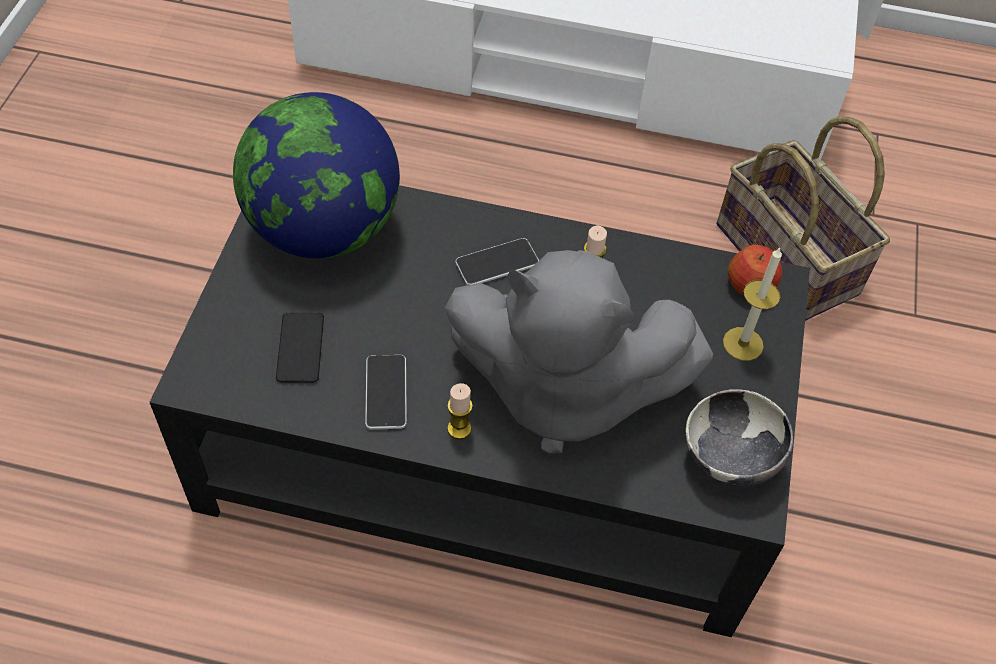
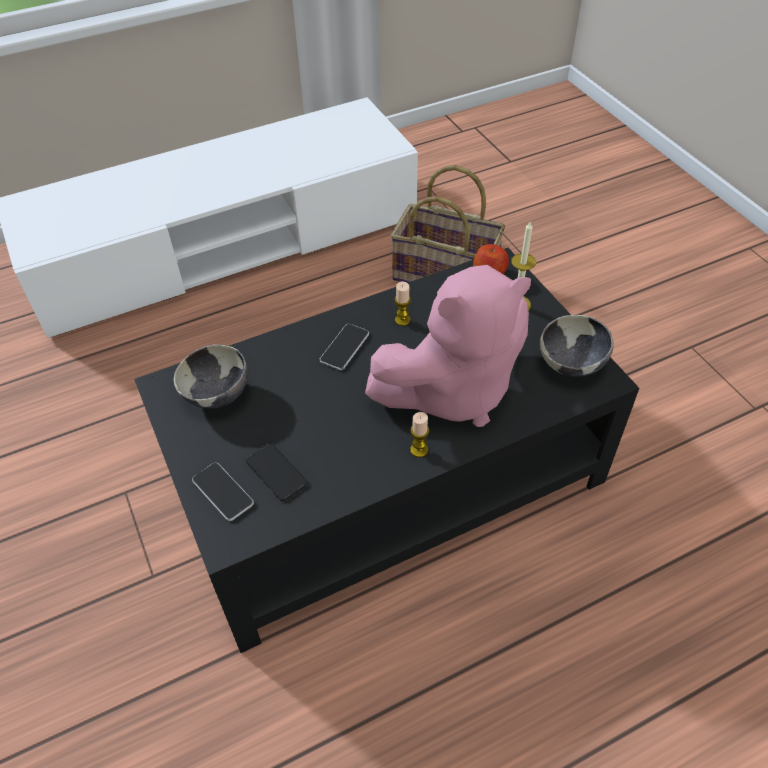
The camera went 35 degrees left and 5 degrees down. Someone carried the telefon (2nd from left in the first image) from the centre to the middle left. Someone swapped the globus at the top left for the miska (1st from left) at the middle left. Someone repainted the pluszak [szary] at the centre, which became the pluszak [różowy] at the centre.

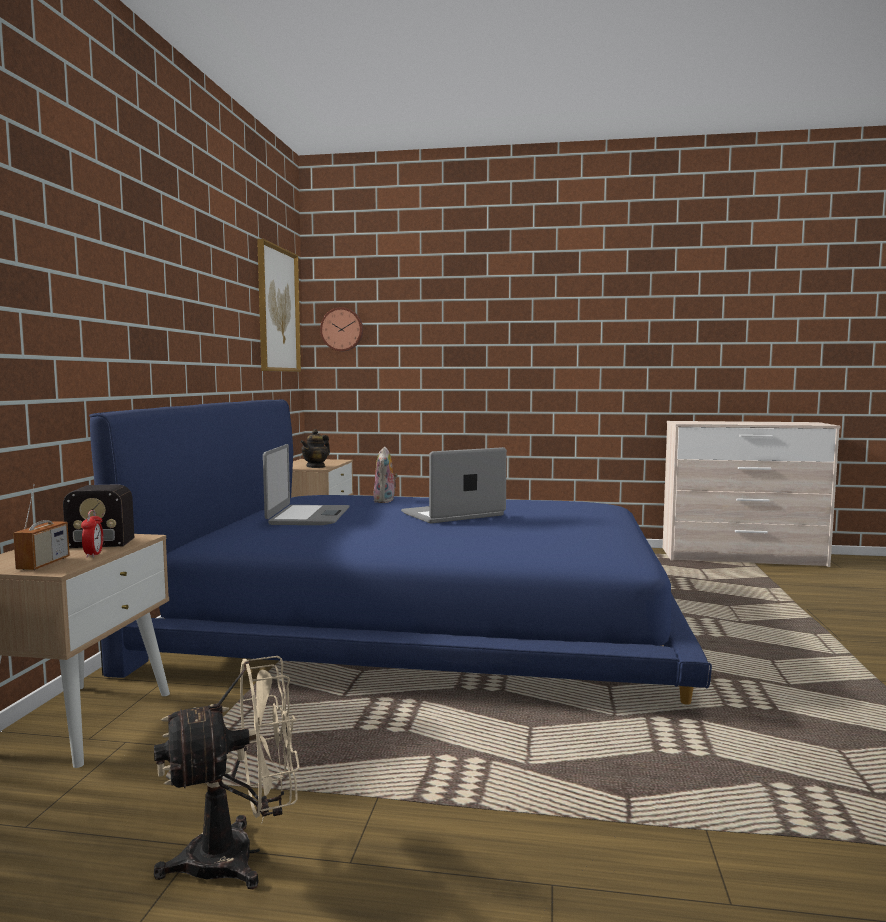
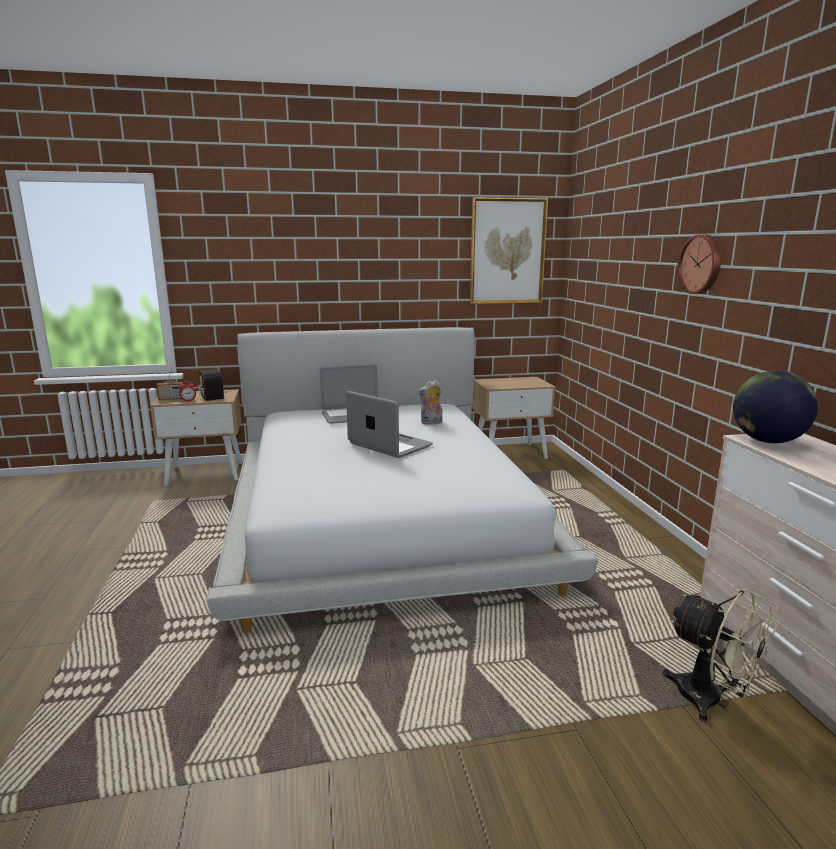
The camera went 70 degrees right and 10 degrees up. Someone took away the imbryk at the centre. Someone put down the globus at the middle right. Someone carried the wentylator [beżowy] from the bottom left to the bottom right. Someone carried the zegar ścienny from the centre to the top right. Someone repainted the łóżko [niebieski] at the centre, which became the łóżko [biały] at the centre.

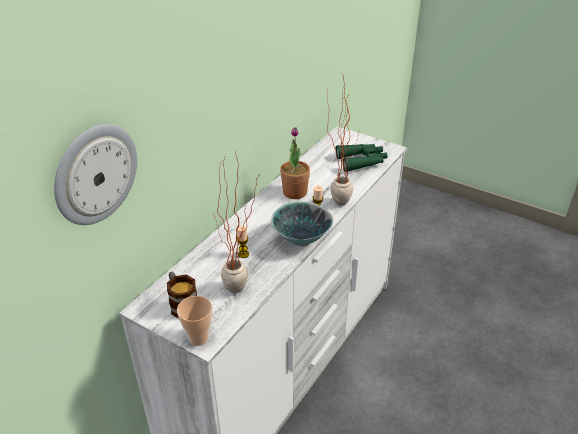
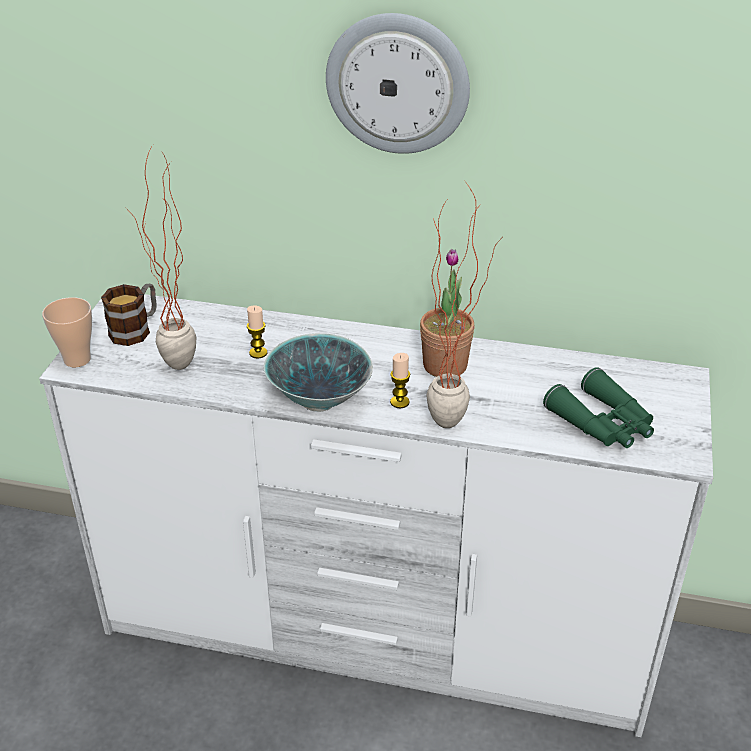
The camera went 70 degrees right and 0 degrees up. Someone carried the zegar ścienny from the middle left to the top centre.

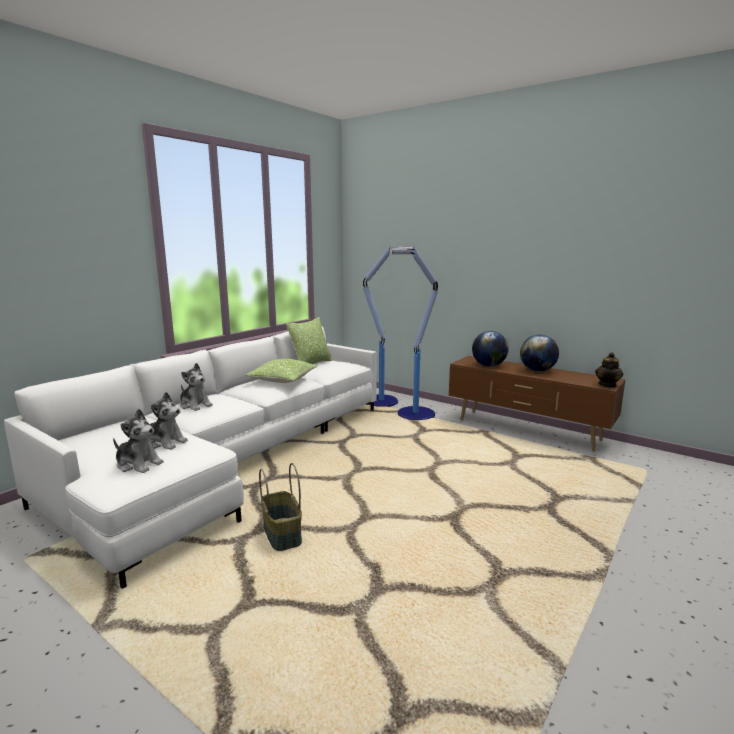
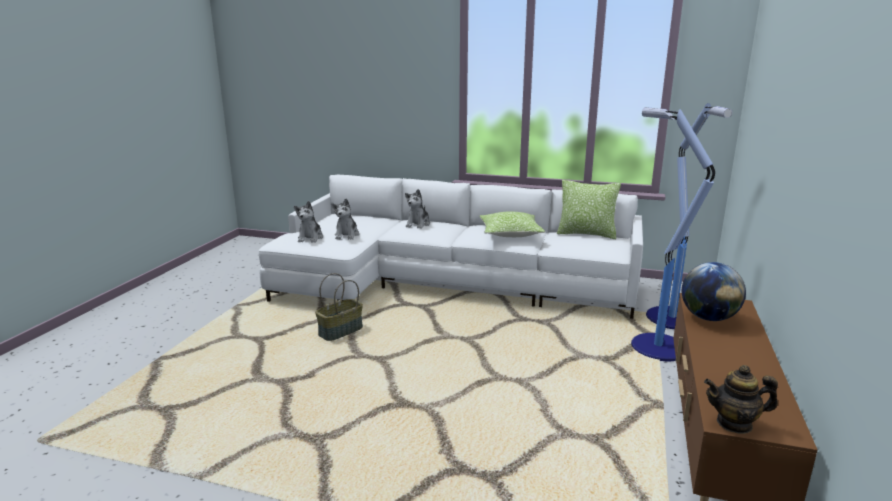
The camera went 70 degrees right and 5 degrees up. Someone took away the globus (2nd from left) at the middle right.

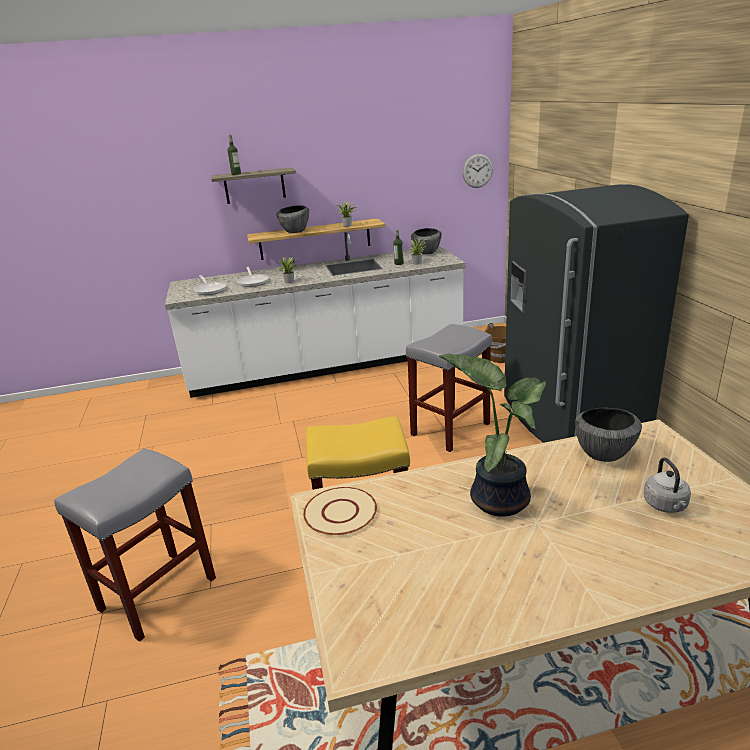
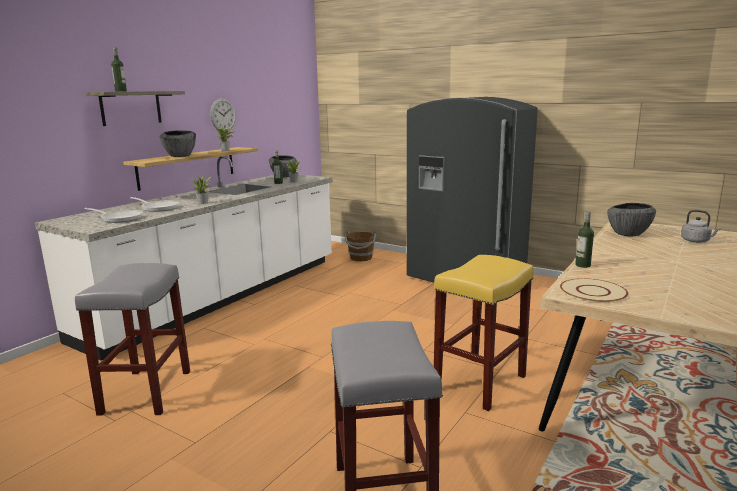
The camera went 45 degrees left and 10 degrees down. Someone took away the roślina doniczkowa (4th from left) at the centre. Someone put down the butelka (3rd from left) at the middle right. Someone carried the stołek [szary] (2nd from left in the first image) from the centre to the bottom left. Someone carried the zegar ścienny from the top centre to the top left.

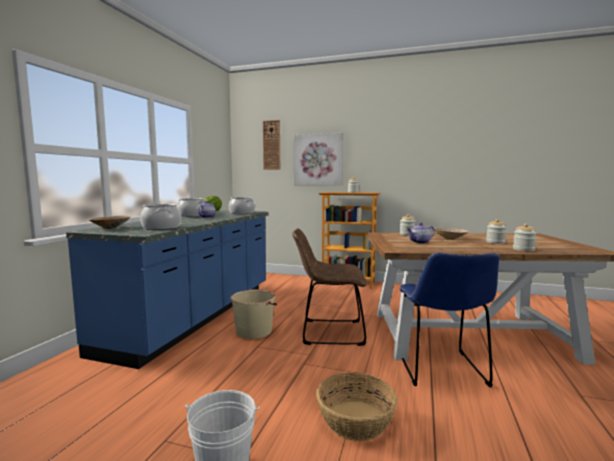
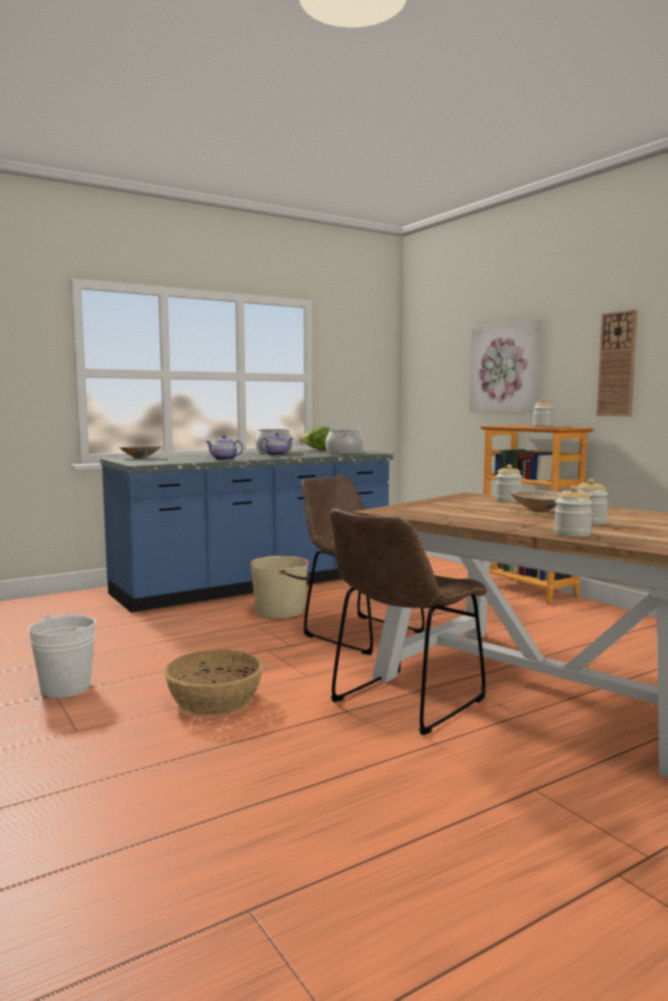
The camera went 40 degrees right and 0 degrees up. Someone took away the garnek (1st from left) at the middle left. Someone carried the zegar ścienny from the top centre to the middle right. Someone carried the imbryk (2nd from left in the first image) from the middle right to the centre. Someone repainted the krzesło [niebieski] at the bottom right, which became the krzesło [brązowy] (2nd from left) at the centre.

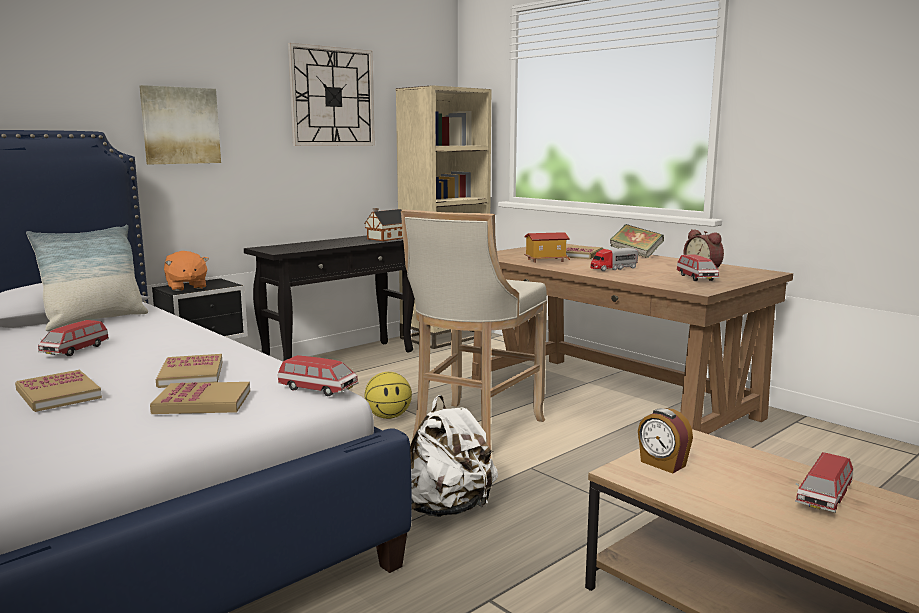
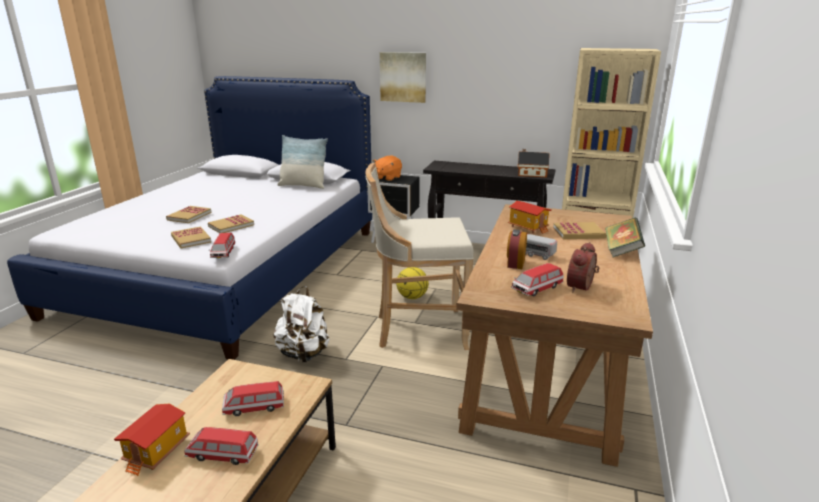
The camera went 60 degrees right and 10 degrees up. Someone took away the zegar ścienny at the top centre. Someone put down the domek (1st from left) at the bottom left. Someone carried the samochodzik (1st from left in the first image) from the middle left to the bottom left. Someone carried the budzik (1st from left) from the bottom right to the centre.

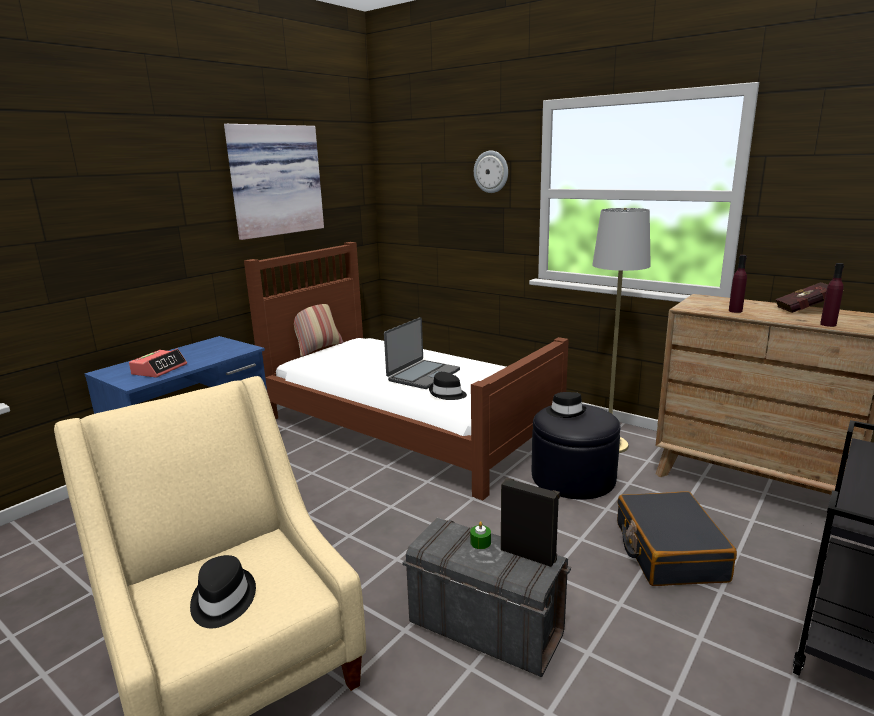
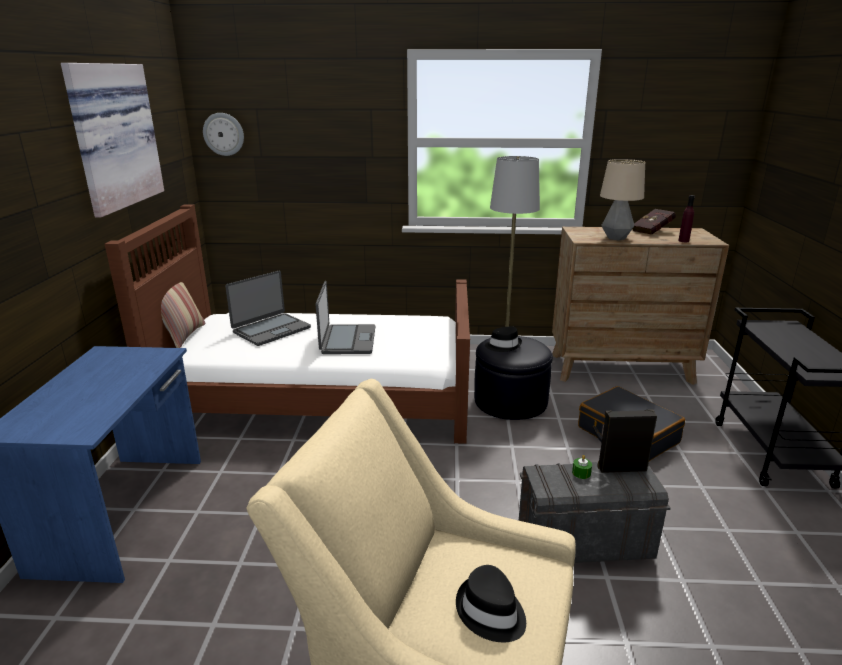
The camera went 35 degrees left and 5 degrees up. Someone took away the budzik at the middle left. Someone took away the kapelusz [czarny] (2nd from left) at the centre. Someone put down the laptop (1st from left) at the middle left. Someone carried the zegar ścienny from the top centre to the top left. Someone swapped the butelka [fioletowy] (1st from left) at the middle right for the lampa stołowa at the top right.

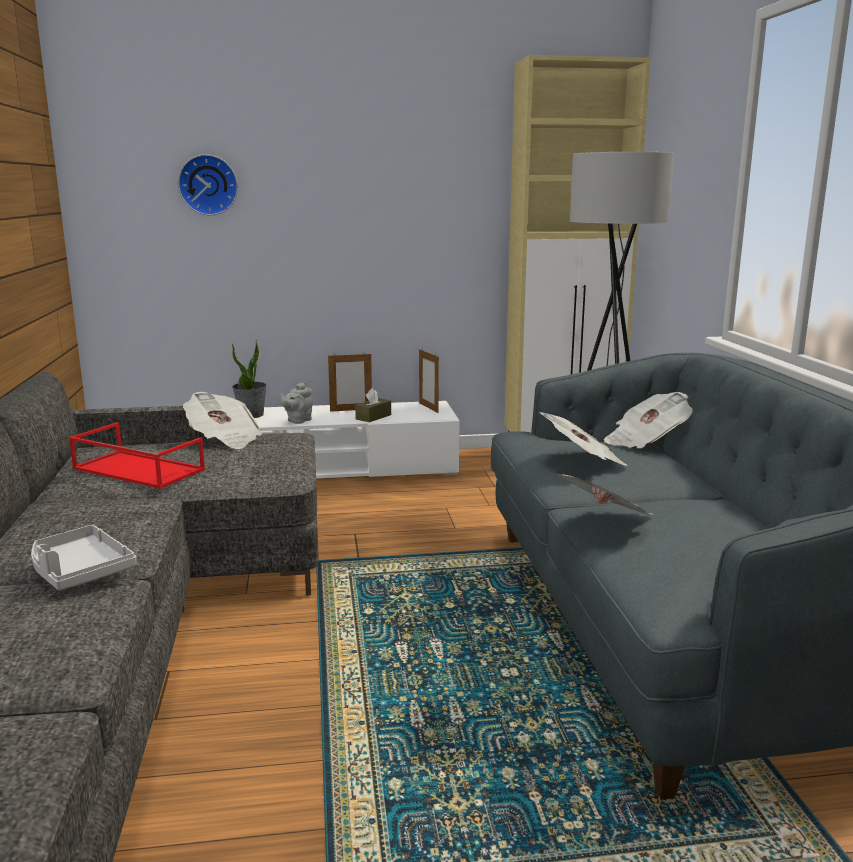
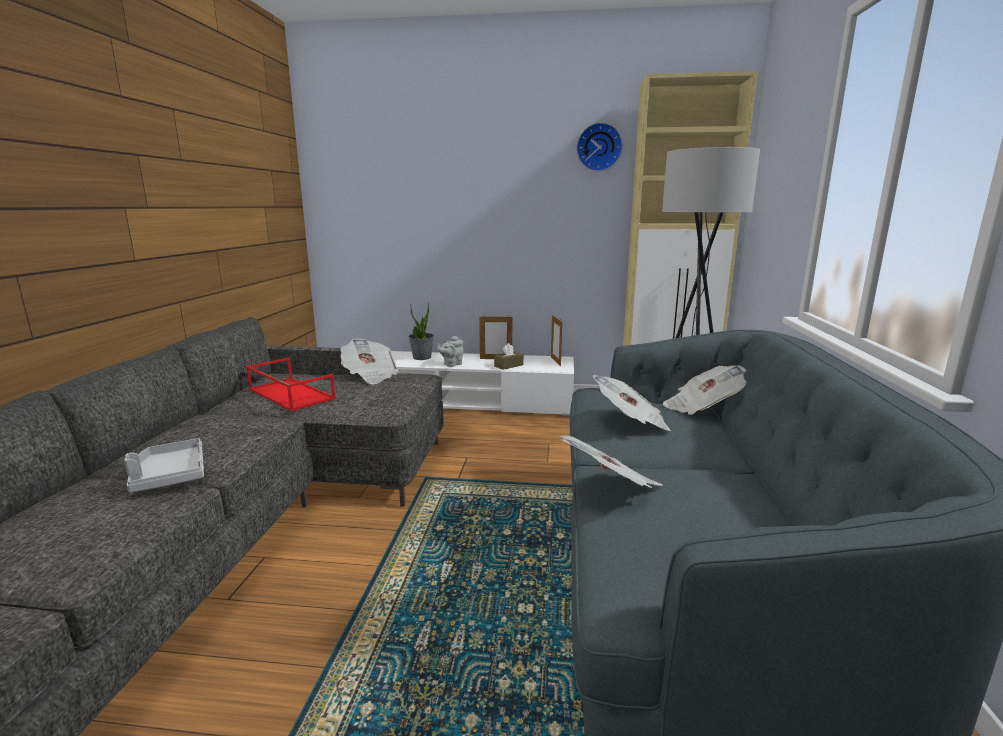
The camera went 15 degrees right and 0 degrees up. Someone carried the zegar ścienny from the top left to the top centre.

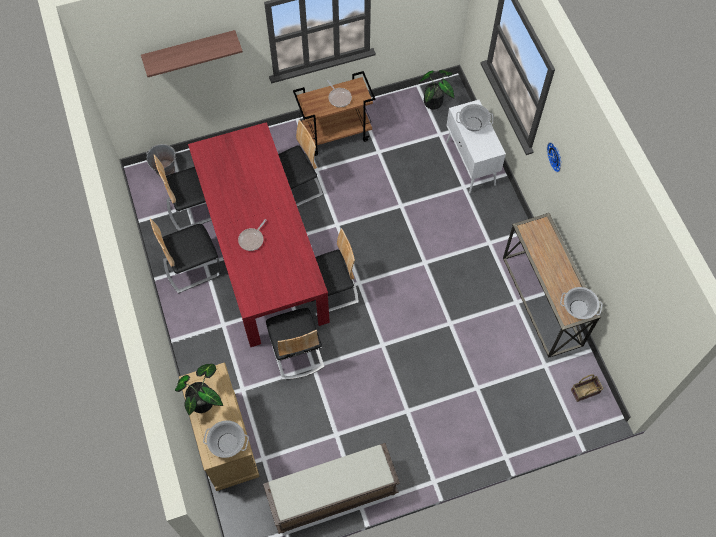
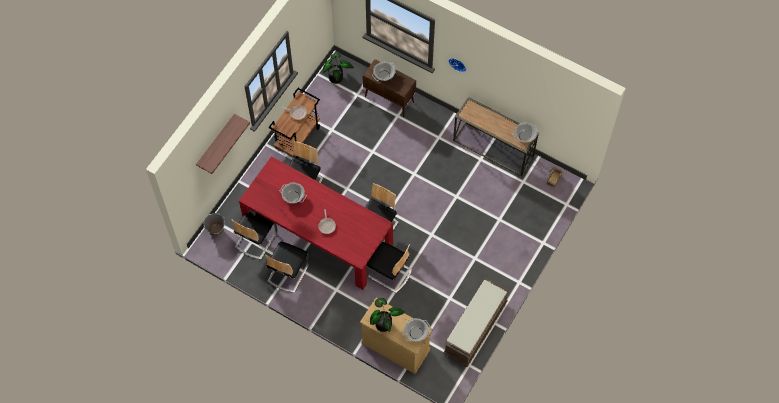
The camera went 40 degrees left and 0 degrees up. Someone put down the garnek (1st from left) at the centre. Someone repainted the szafka [biały] at the top centre, which became the szafka [brązowy] at the top centre.

